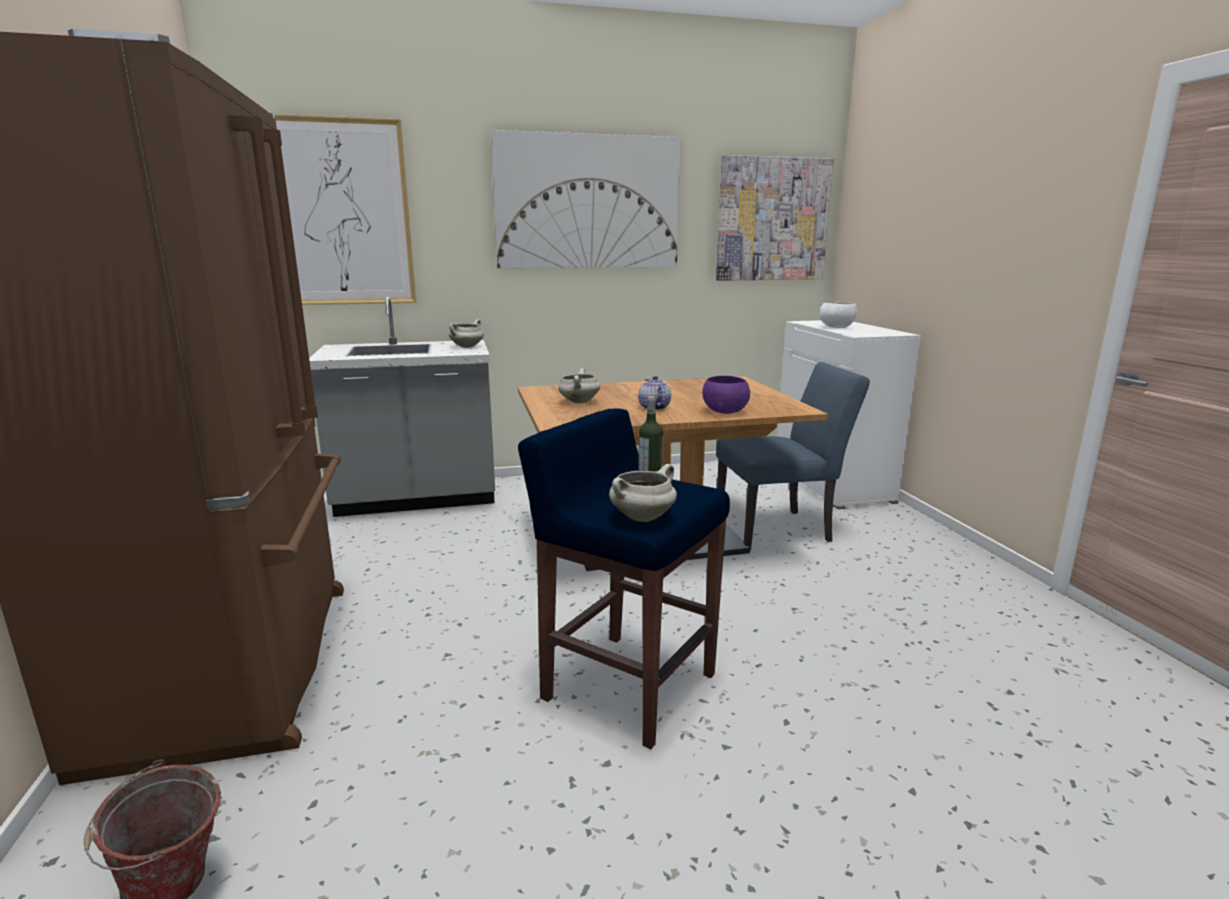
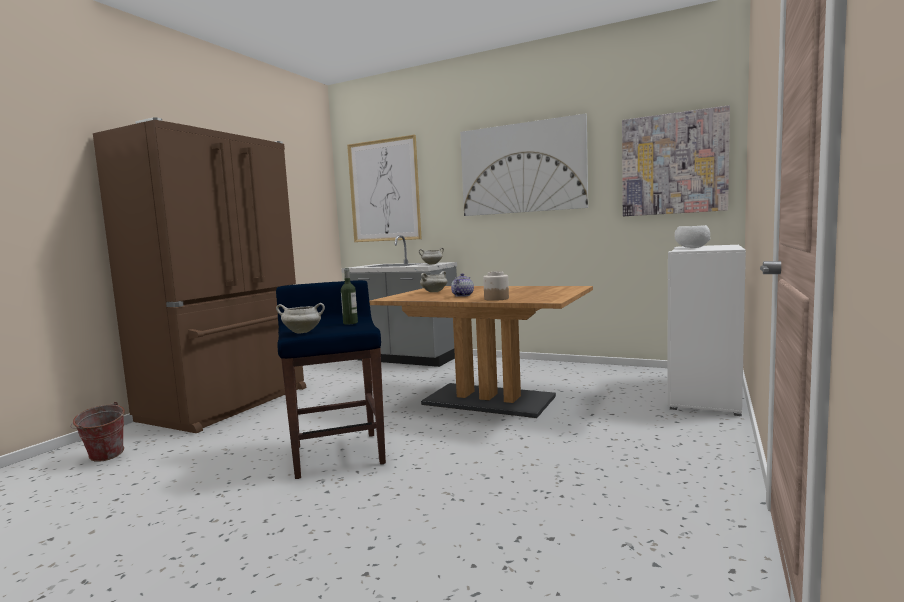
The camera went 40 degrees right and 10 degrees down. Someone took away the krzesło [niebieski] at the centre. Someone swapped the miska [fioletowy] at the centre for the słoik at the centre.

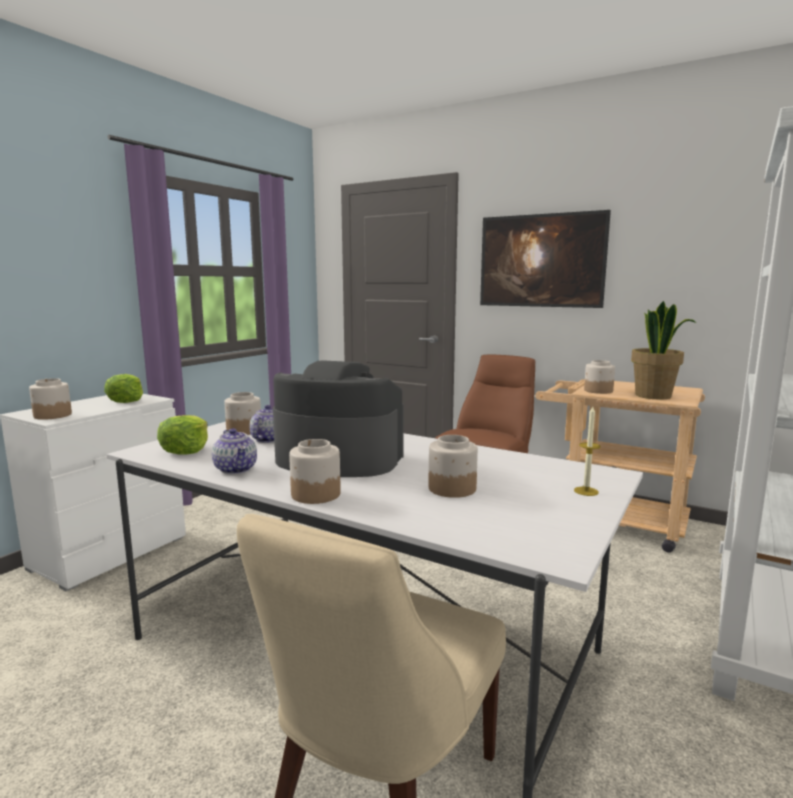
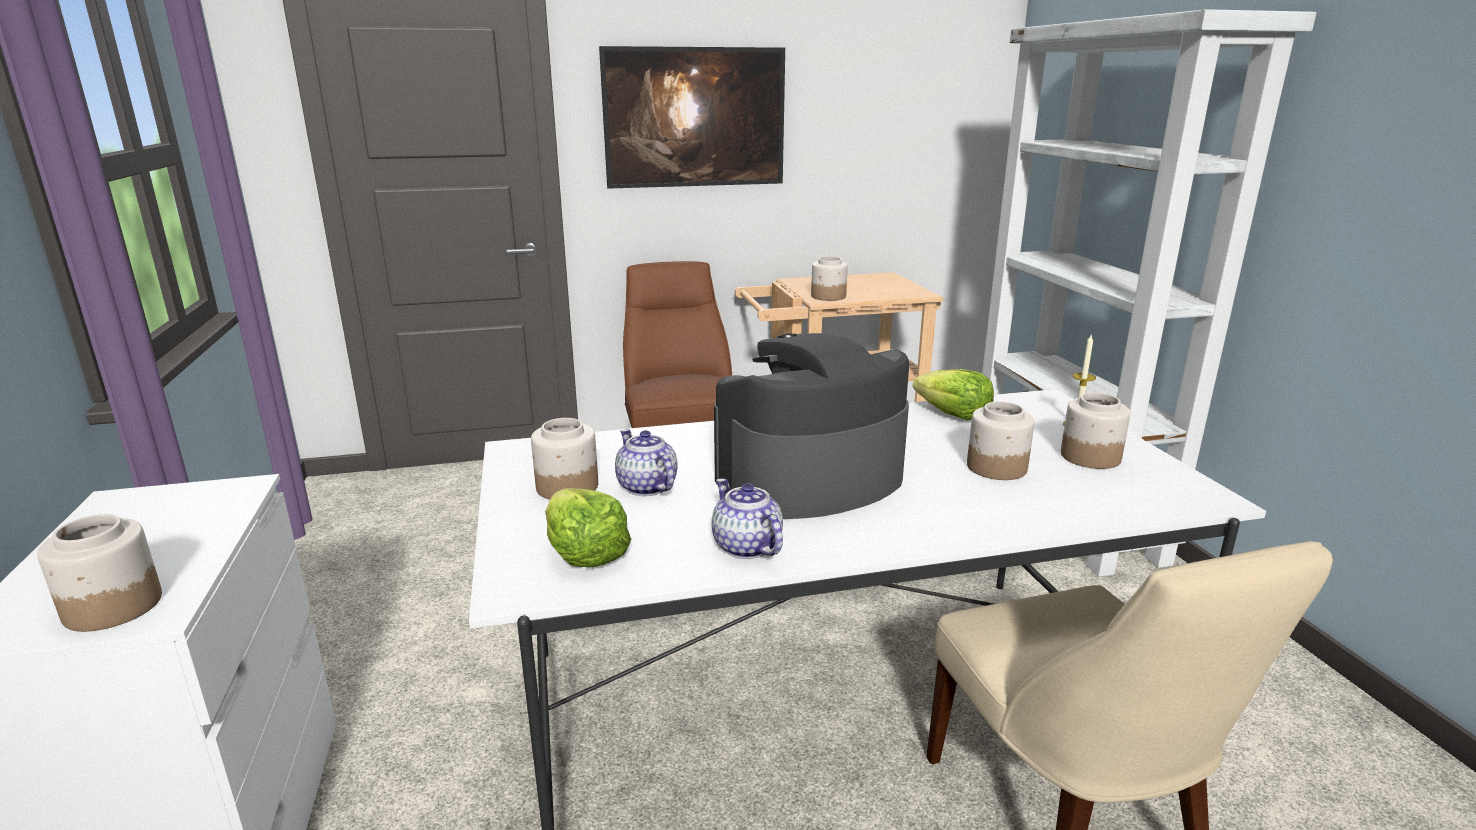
The camera went 45 degrees left and 10 degrees up. Someone took away the roślina doniczkowa at the middle right. Someone carried the sałata (1st from left in the first image) from the middle left to the centre. Someone carried the słoik (3rd from left in the first image) from the centre to the middle right. Someone rotated the imbryk (1st from left in the first image) at the middle left by 135 degrees counterclockwise.

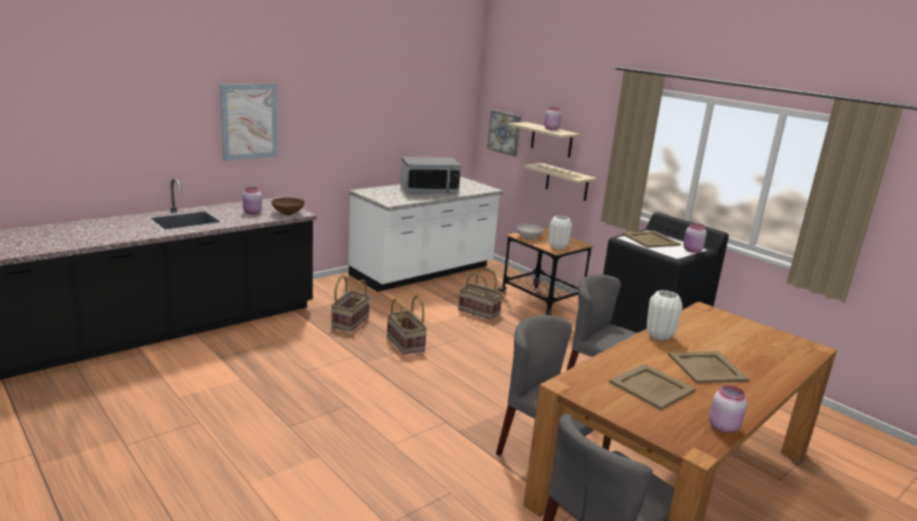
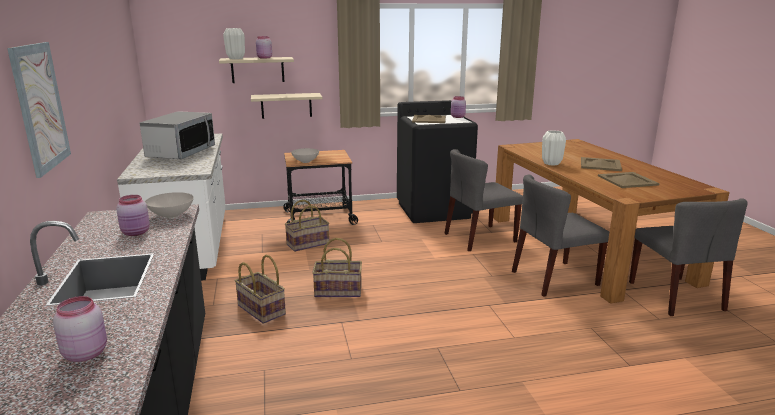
The camera went 60 degrees left and 0 degrees up. Someone took away the obraz (2nd from left) at the top centre. Someone carried the wazon [biały] (1st from left) from the centre to the top left. Someone carried the słoik [różowy] (4th from left in the first image) from the bottom right to the bottom left. Someone repainted the miska [brązowy] at the middle left, which became the miska [biały] (1st from left) at the middle left.

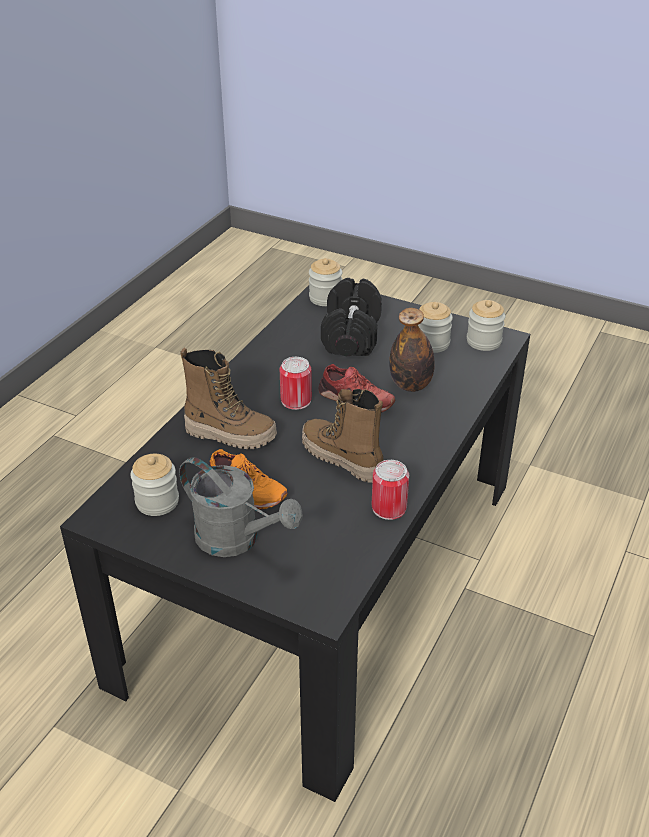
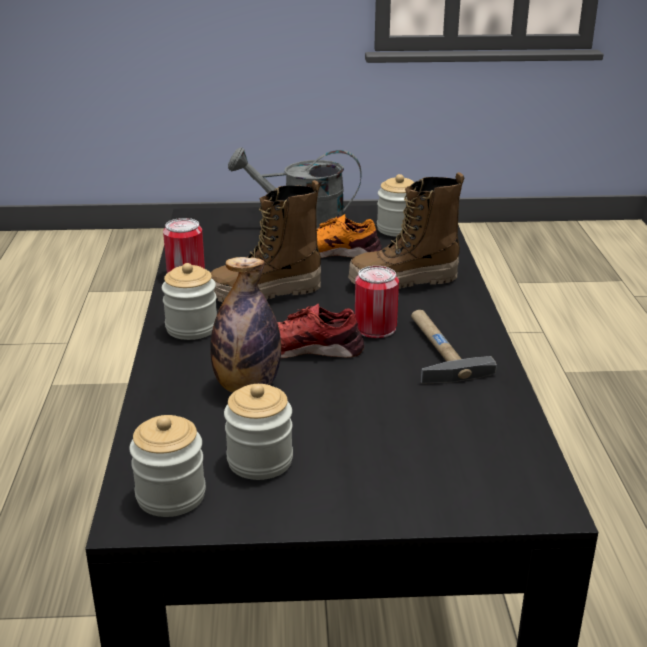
The camera went 150 degrees right and 10 degrees down. Someone took away the hantel [czarny] at the centre. Someone put down the młotek at the middle right. Someone carried the słoik (2nd from left) from the centre to the middle left. Someone rotated the but z cholewką (2nd from left in the first image) at the centre by 150 degrees clockwise.

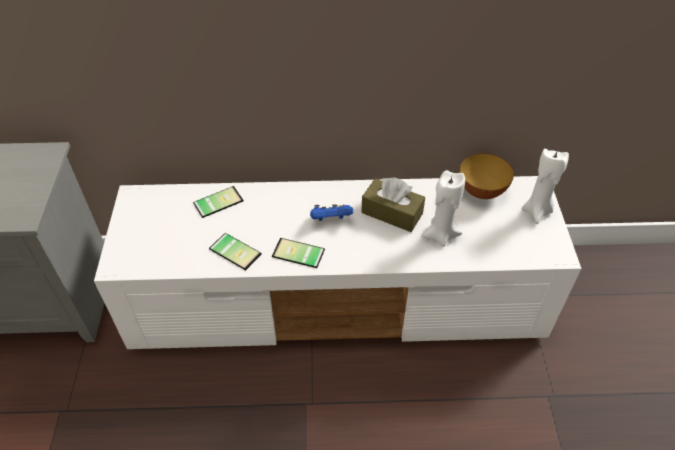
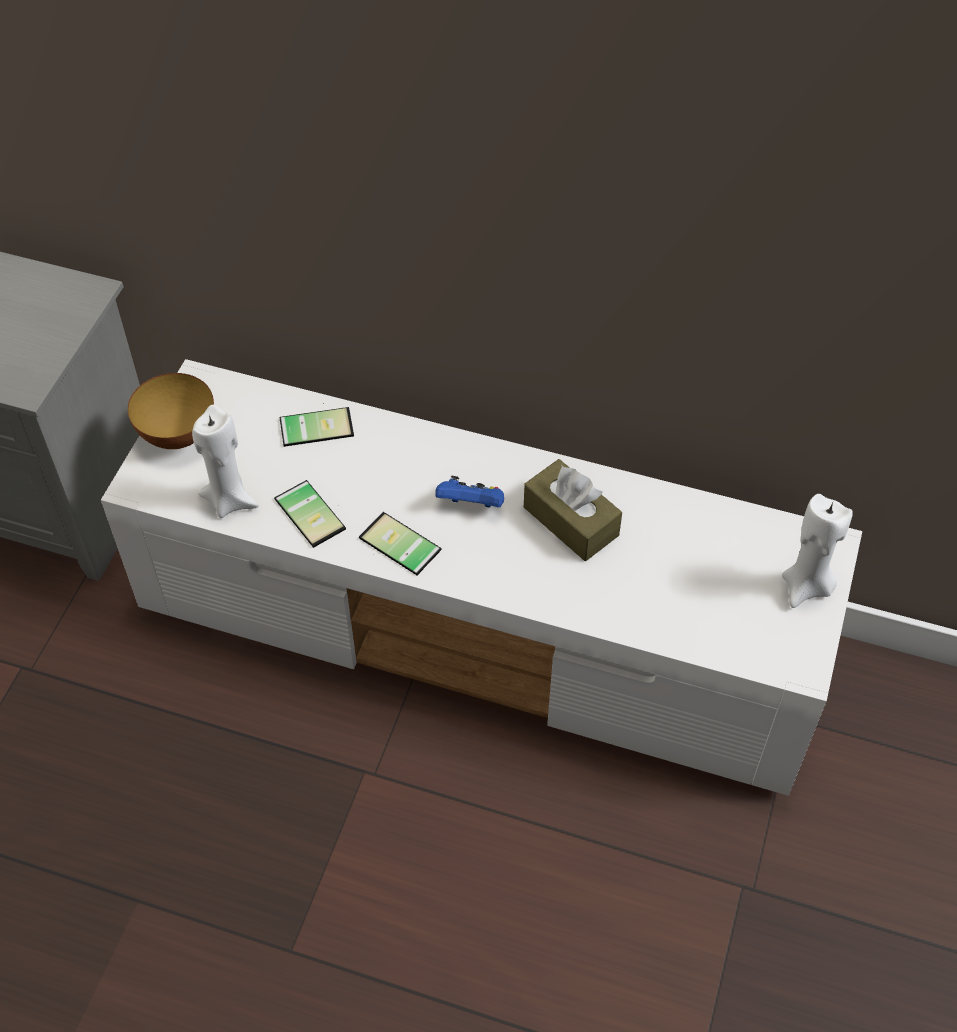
The camera went 20 degrees right and 5 degrees up. Someone carried the świeca [biały] (1st from left) from the centre to the middle left. Someone carried the miska from the middle right to the middle left.

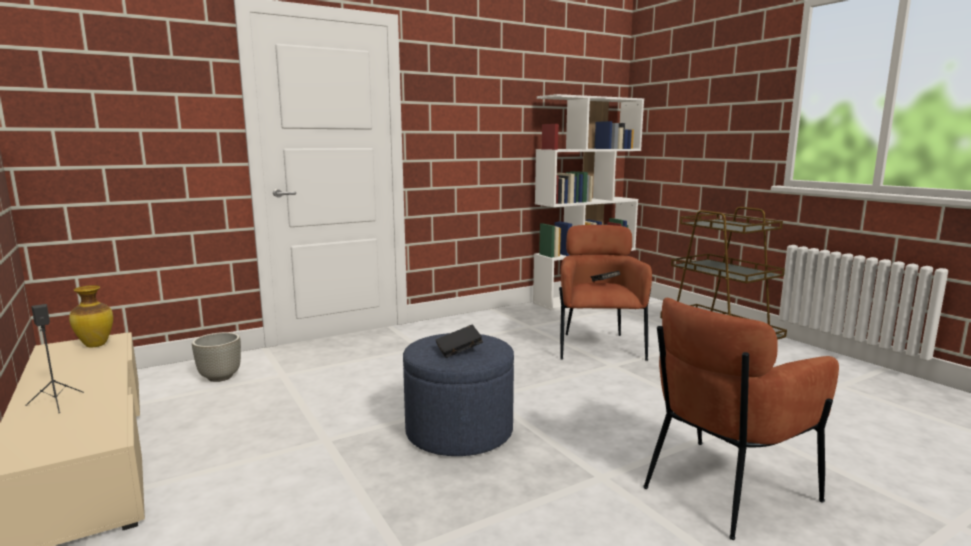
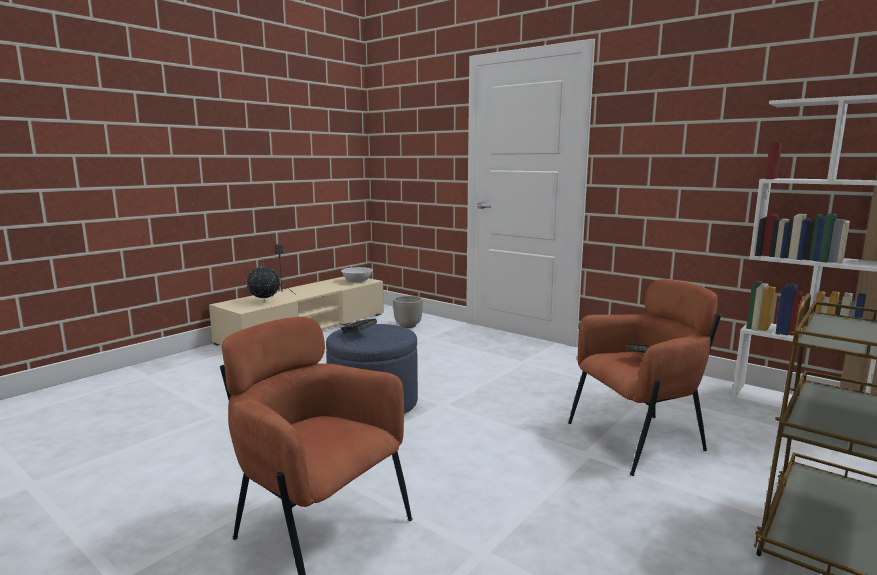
The camera went 70 degrees right and 0 degrees up. Someone put down the globus at the middle left. Someone swapped the wazon at the middle left for the miska [biały] at the centre.

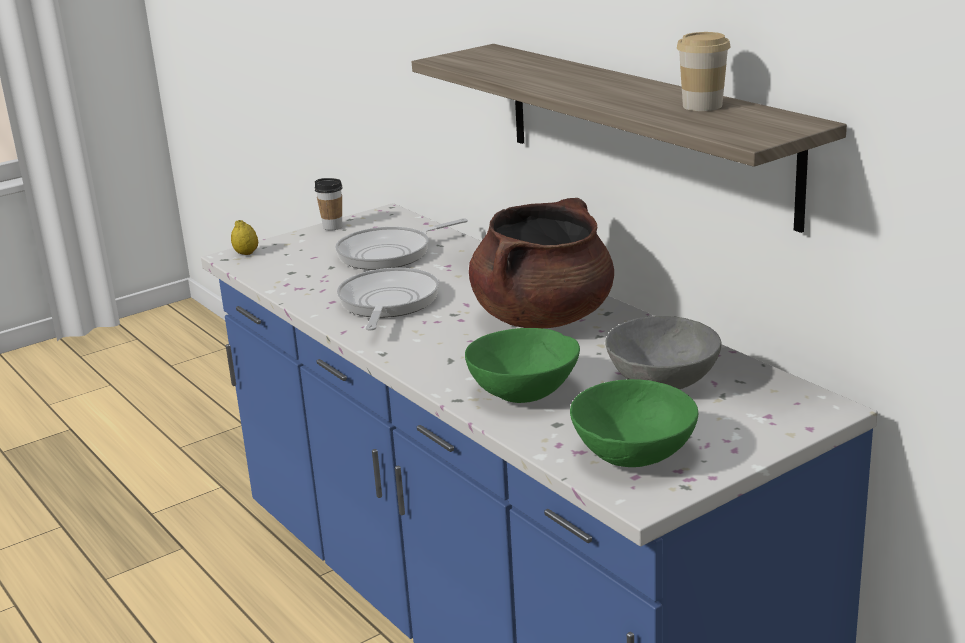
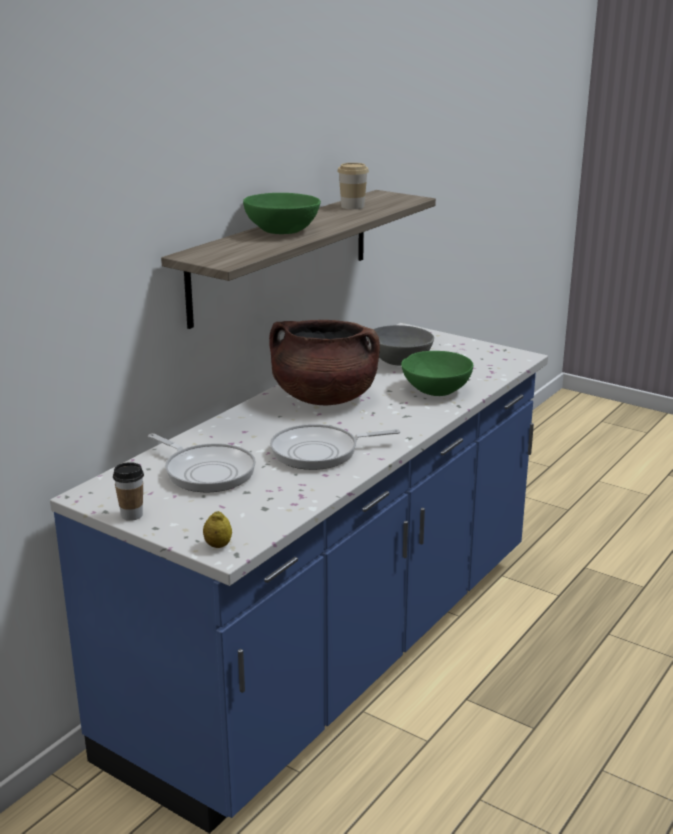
The camera went 110 degrees left and 0 degrees up. Someone carried the miska [zielony] (2nd from left in the first image) from the centre to the top centre.

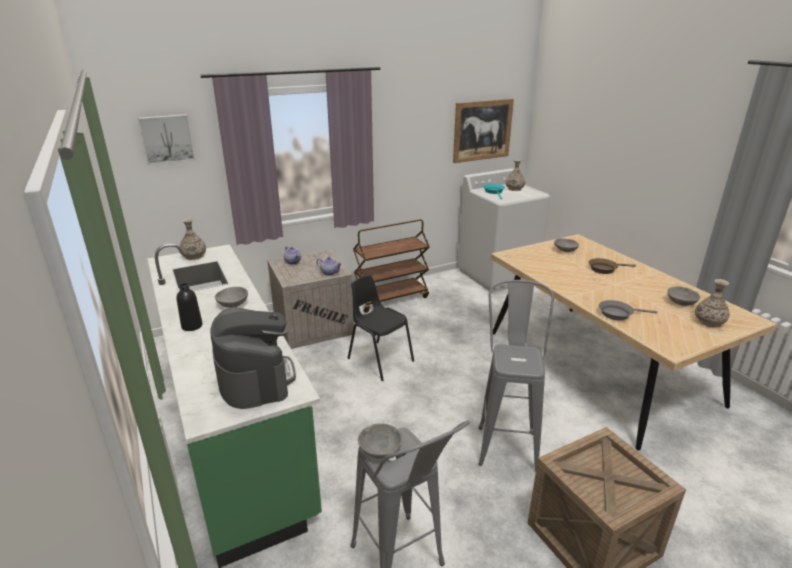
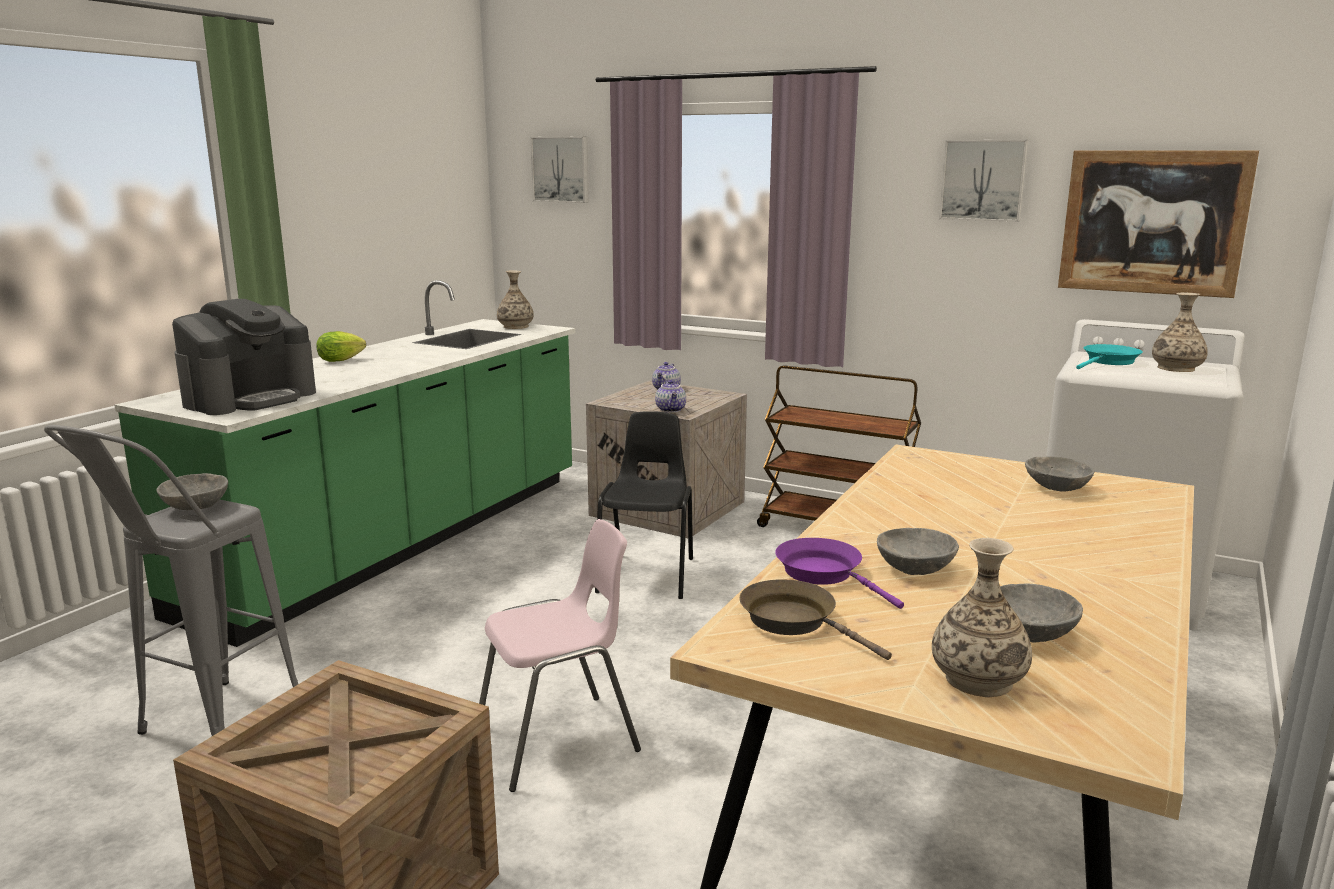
The camera went 55 degrees right and 10 degrees down. Someone put up the obraz (2nd from left) at the top right. Someone carried the miska [szary] (1st from left in the first image) from the middle left to the middle right. Someone carried the patelnia [brązowy] from the middle right to the bottom centre. Someone swapped the butelka [czarny] at the middle left for the sałata at the middle left. Someone swapped the stołek [szary] (2nd from left) at the centre for the krzesło [różowy] at the bottom centre. Someone repainted the patelnia [szary] at the middle right, which became the patelnia [fioletowy] at the centre.

